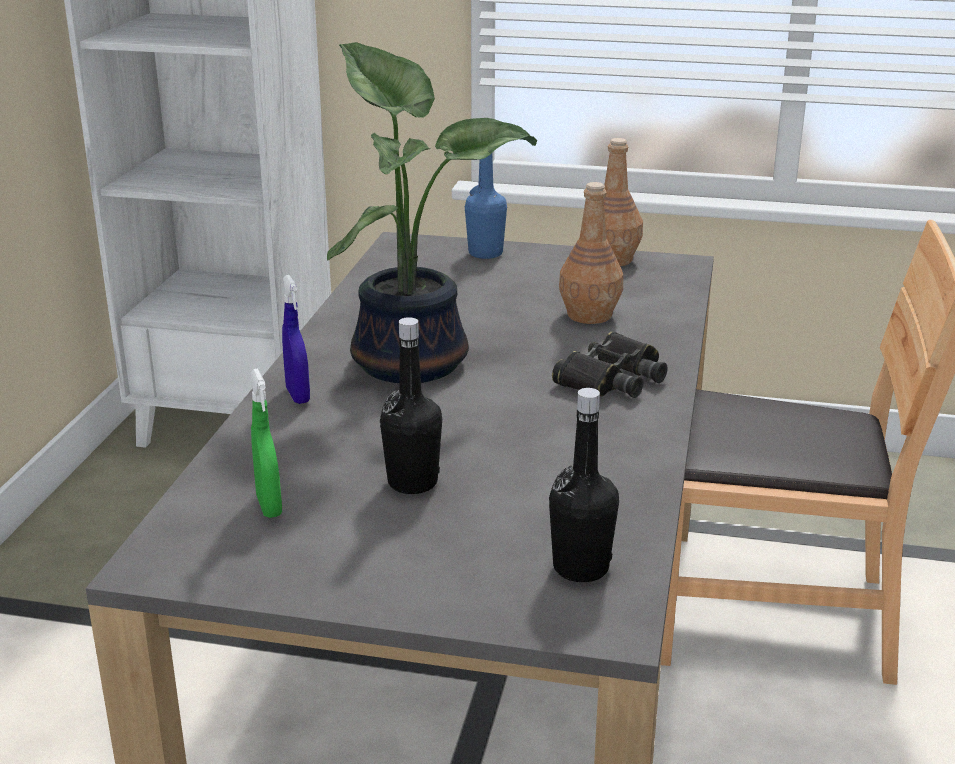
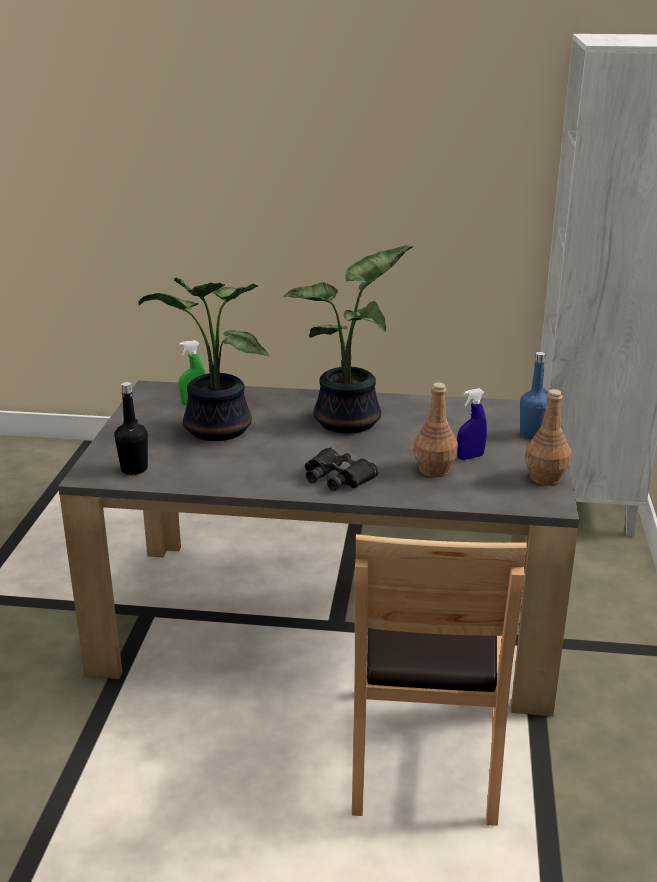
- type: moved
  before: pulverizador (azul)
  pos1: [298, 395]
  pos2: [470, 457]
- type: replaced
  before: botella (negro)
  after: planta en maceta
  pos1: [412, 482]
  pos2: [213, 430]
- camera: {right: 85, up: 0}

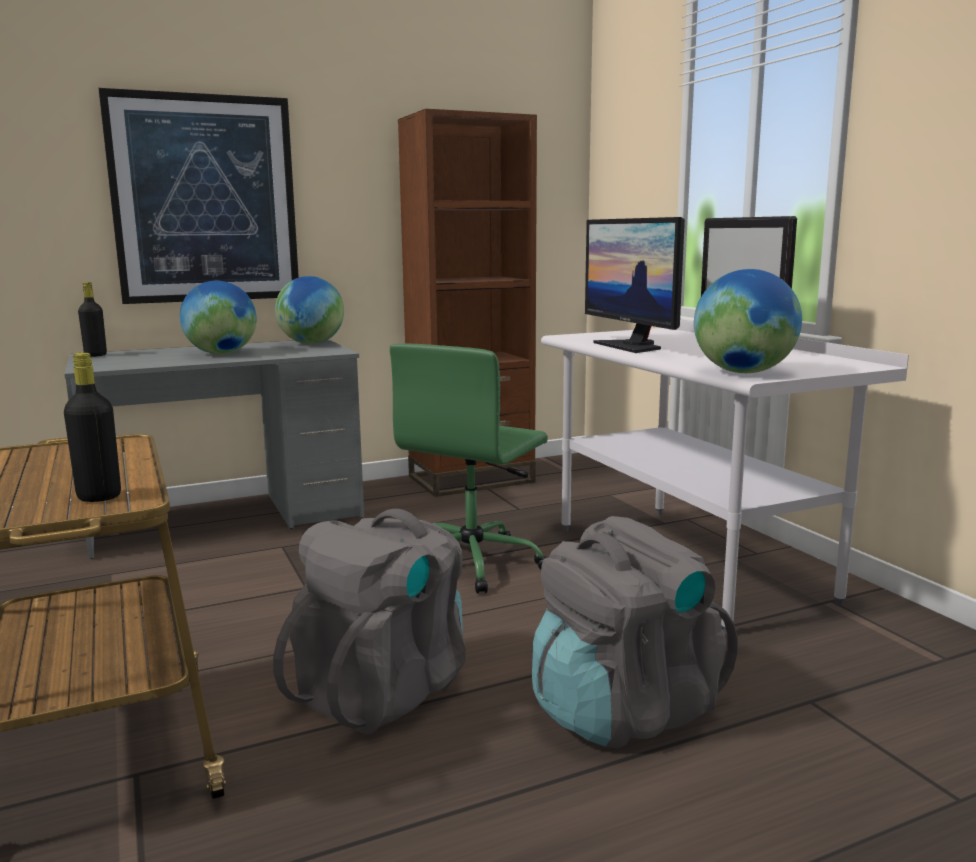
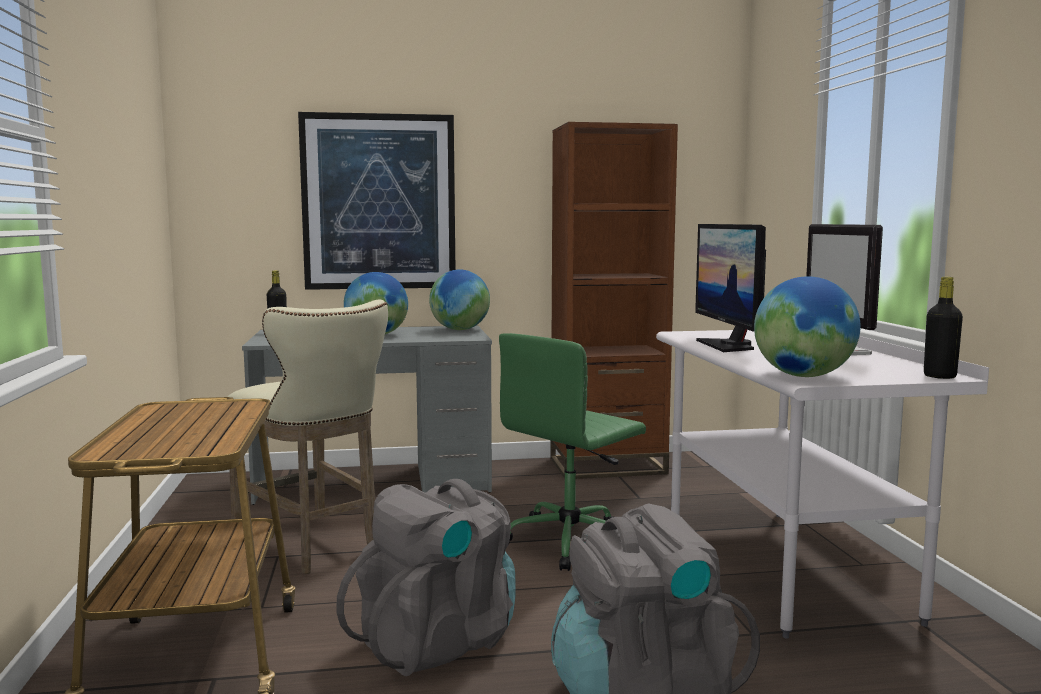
- type: moved
  before: botella (negro)
  pos1: [99, 497]
  pos2: [939, 376]
- type: added
  after: taburete (beis)
  pos2: [312, 545]
- camera: {right: 15, up: -5}

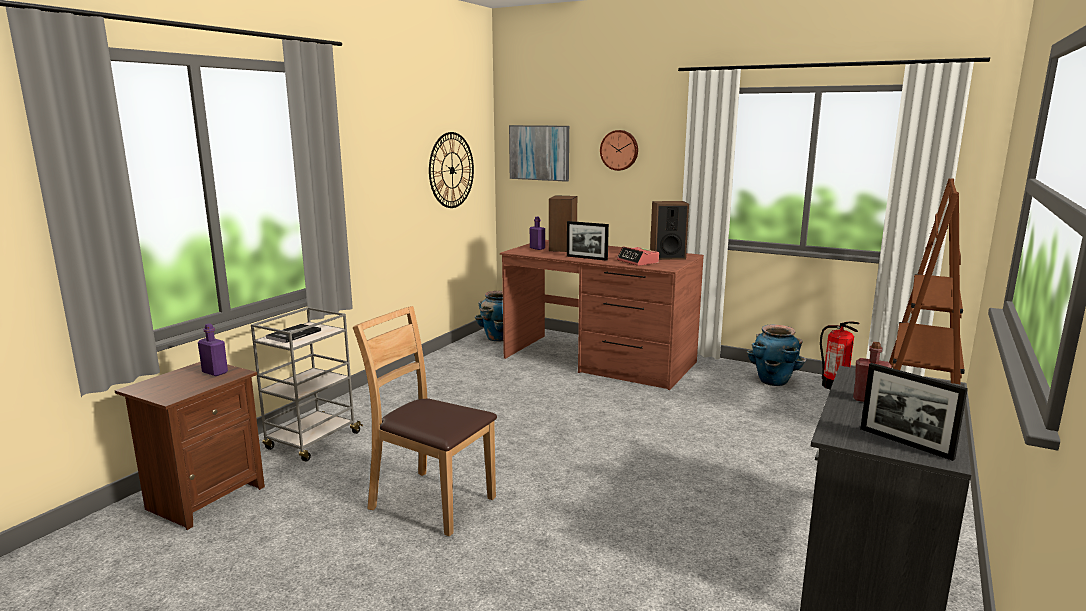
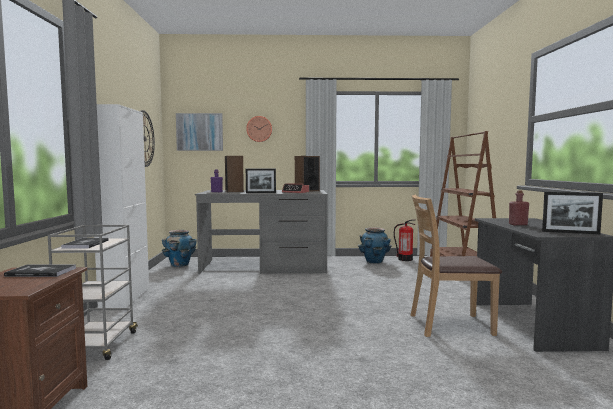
- type: recoloured
  before: escritorio (marrón)
  after: escritorio (gris)
  pos1: [599, 360]
  pos2: [265, 266]
- type: moved
  before: silla (marrón)
  pos1: [432, 502]
  pos2: [449, 325]
- type: replaced
  before: botella (morado)
  after: libro
  pos1: [215, 372]
  pos2: [41, 272]
- type: added
  after: armario (blanco)
  pos2: [125, 297]
- camera: {right: -30, up: -10}

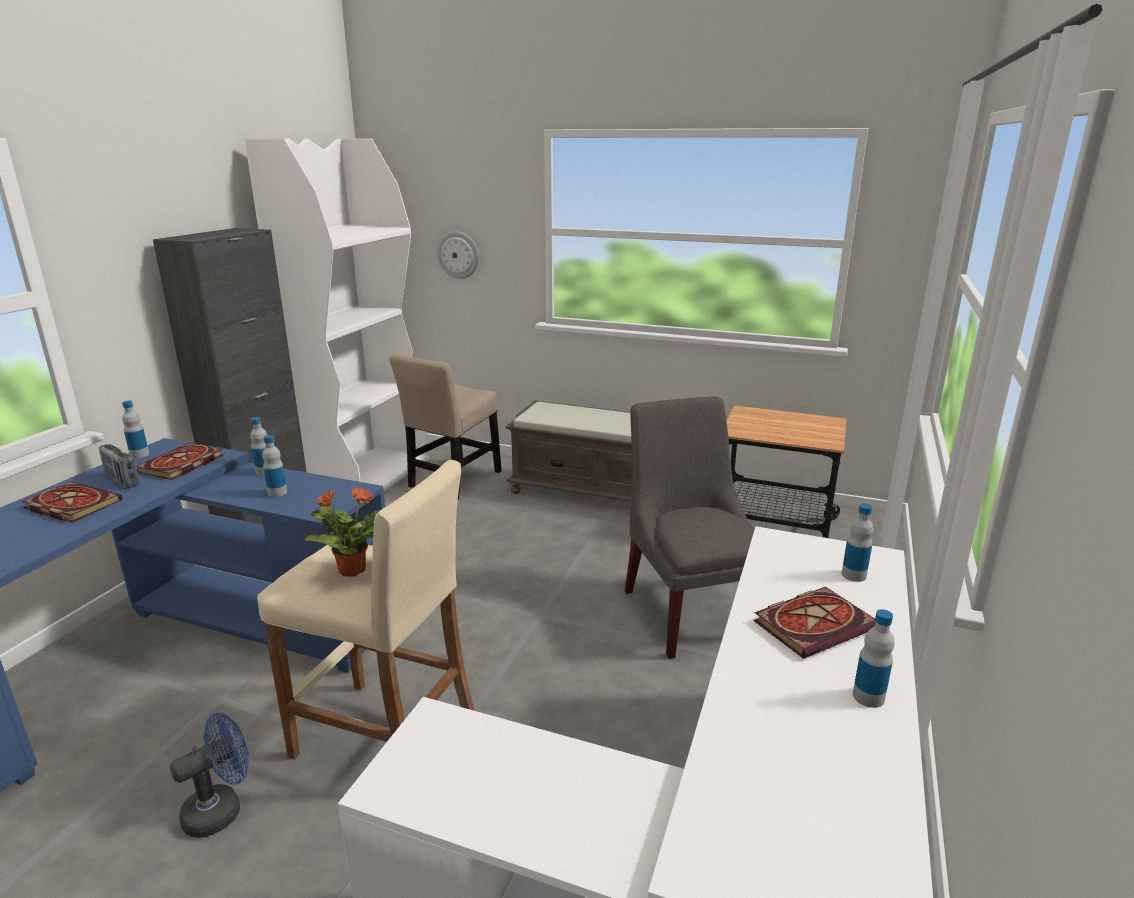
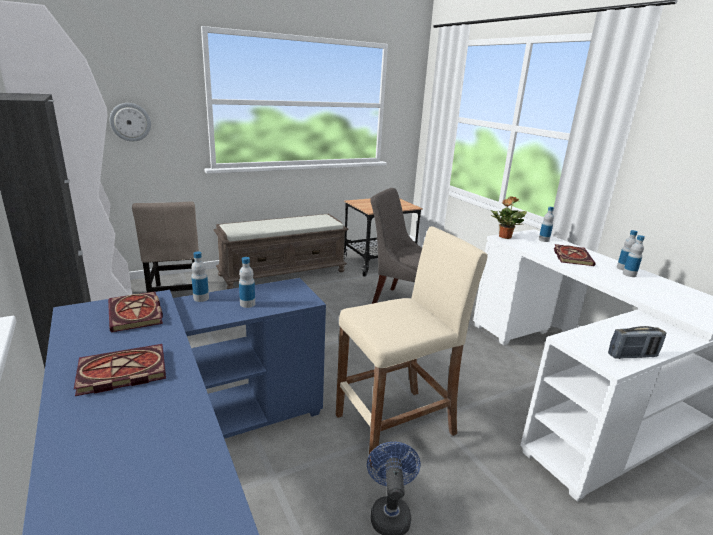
- type: moved
  before: botella
  pos1: [139, 455]
  pos2: [629, 274]
- type: moved
  before: radio
  pos1: [122, 480]
  pos2: [632, 355]
- type: moved
  before: planta en maceta
  pos1: [351, 570]
  pos2: [504, 237]
- camera: {right: -50, up: 0}

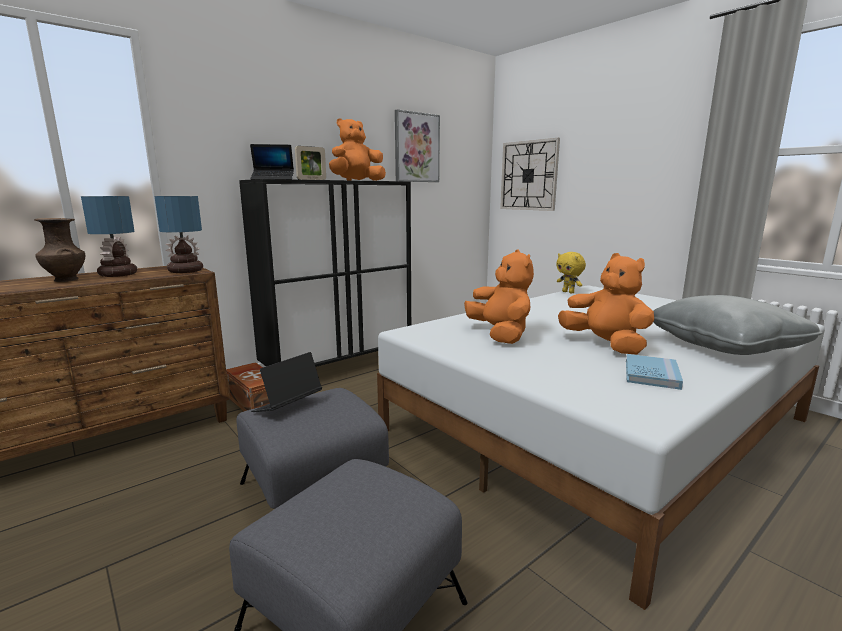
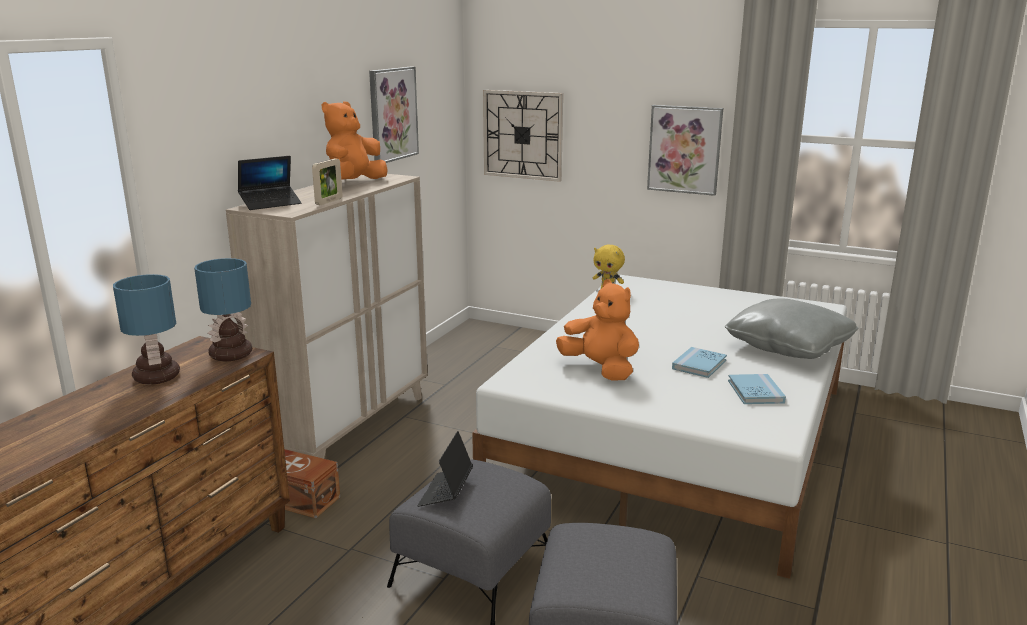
- type: recoloured
  before: armario (negro)
  after: armario (beis)
  pos1: [339, 368]
  pos2: [349, 427]
- type: removed
  before: florero (marrón)
  pos1: [65, 280]
- type: replaced
  before: peluche (naranja)
  after: libro (azul)
  pos1: [605, 345]
  pos2: [699, 364]
- type: added
  after: cuadro
  pos2: [684, 149]
- camera: {right: -25, up: 5}

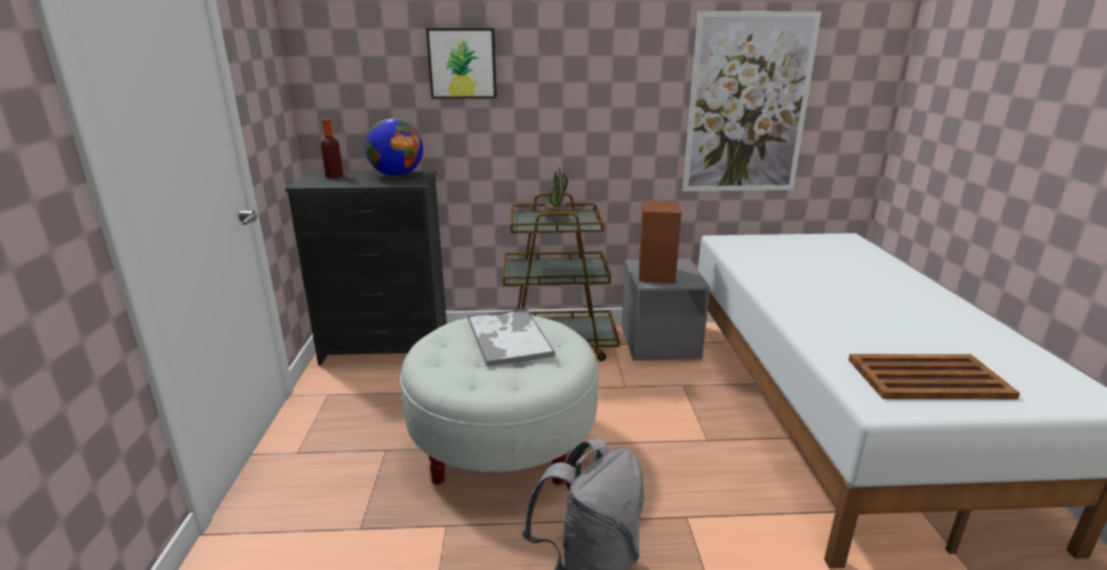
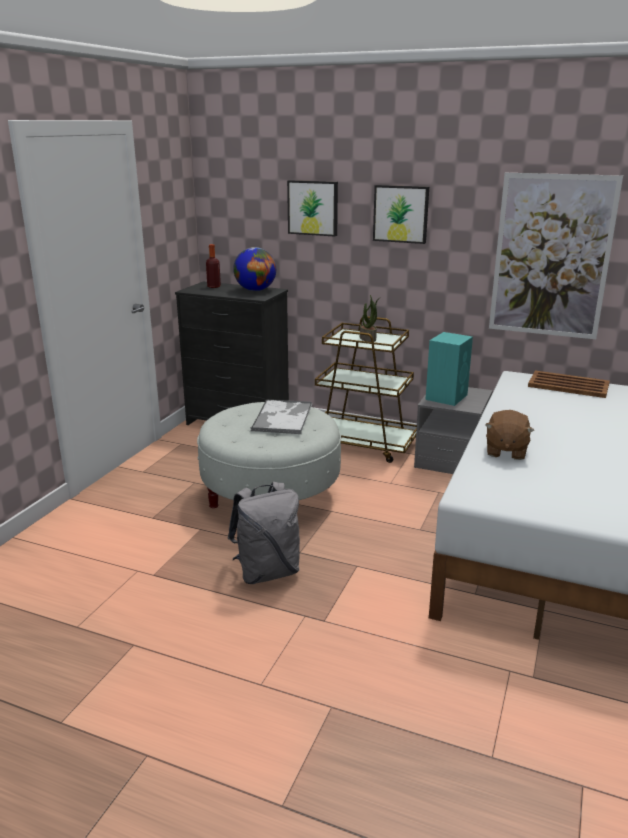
- type: recoloured
  before: altavoz (marrón)
  after: altavoz (turquesa)
  pos1: [656, 274]
  pos2: [447, 397]
- type: moved
  before: bandeja (marrón)
  pos1: [926, 378]
  pos2: [567, 385]
- type: added
  after: cuadro
  pos2: [401, 214]
- type: added
  after: peluche (marrón)
  pos2: [505, 451]
- camera: {right: 25, up: 0}

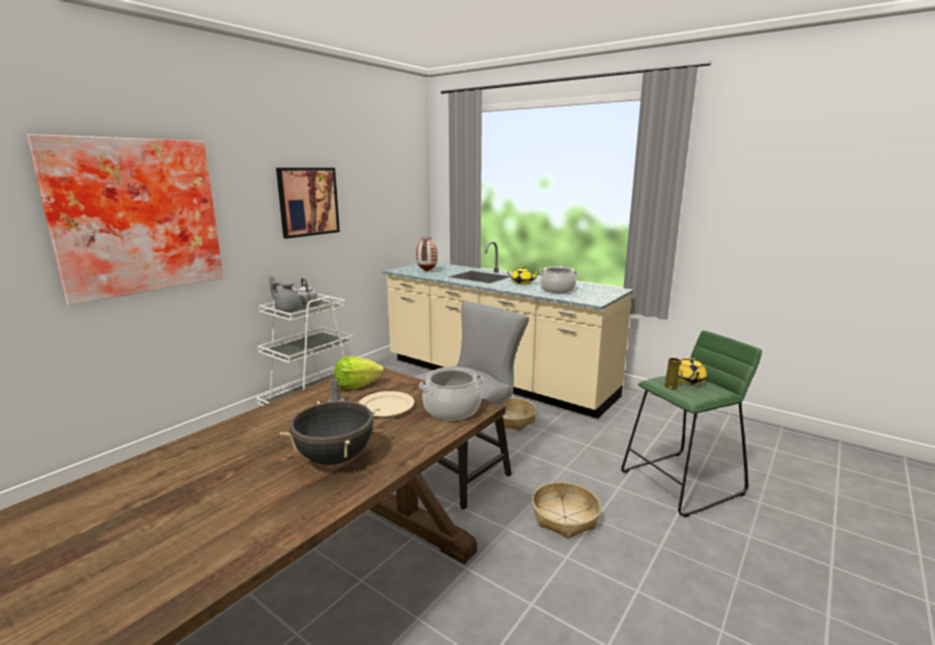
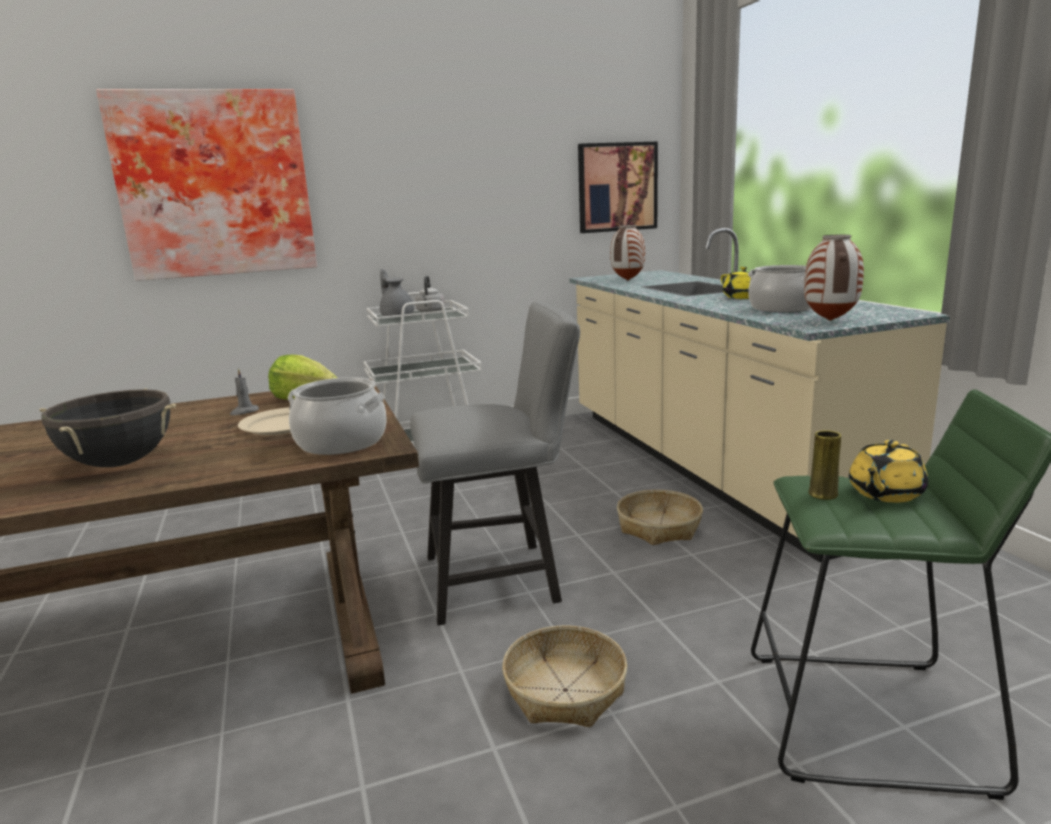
- type: moved
  before: cuadro
  pos1: [308, 201]
  pos2: [617, 187]
- type: added
  after: florero
  pos2: [831, 320]
- camera: {right: 35, up: 0}

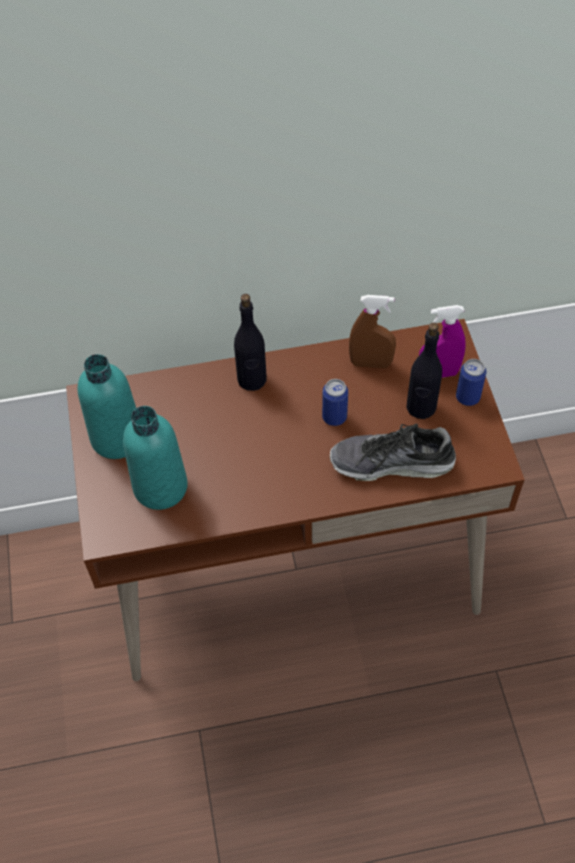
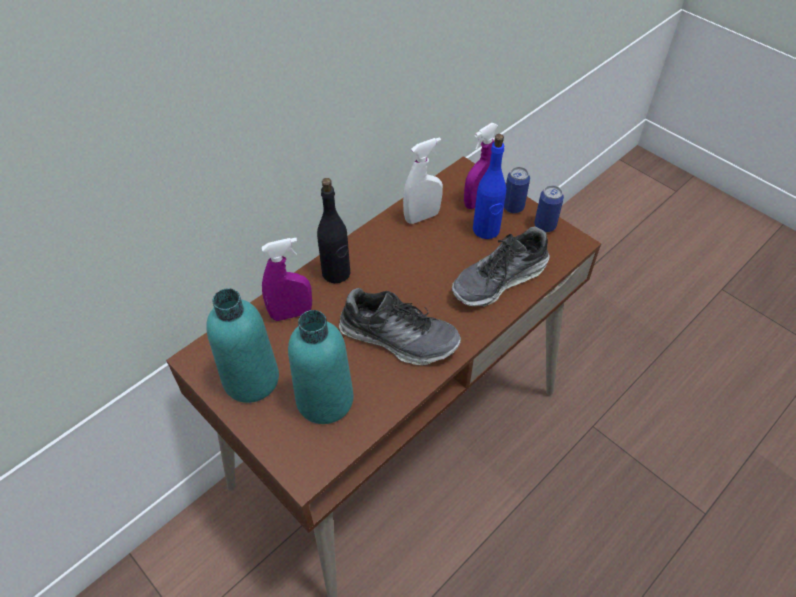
- type: recoloured
  before: pulverizador (marrón)
  after: pulverizador (blanco)
  pos1: [370, 363]
  pos2: [422, 217]
- type: recoloured
  before: botella (negro)
  after: botella (azul)
  pos1: [421, 407]
  pos2: [486, 230]
- type: moved
  before: lata
  pos1: [334, 417]
  pos2: [545, 225]
- type: added
  after: pulverizador (morado)
  pos2: [291, 313]
- type: added
  after: zapato
  pos2: [398, 337]
- camera: {right: -35, up: -5}

